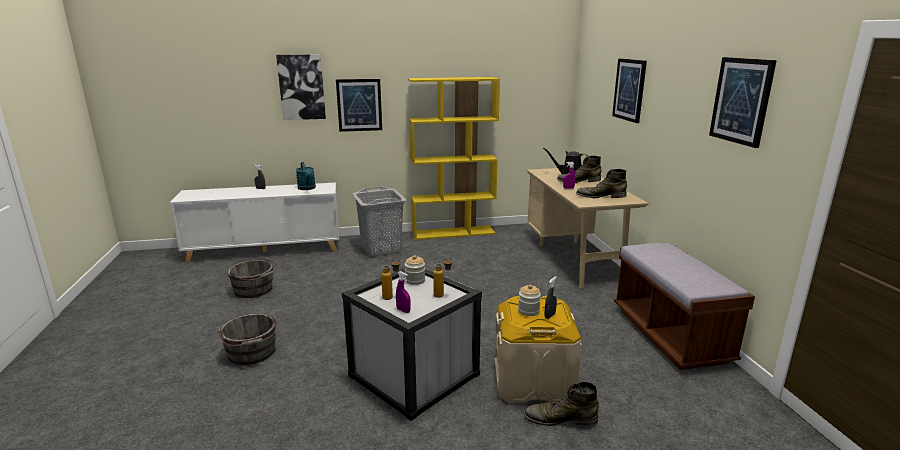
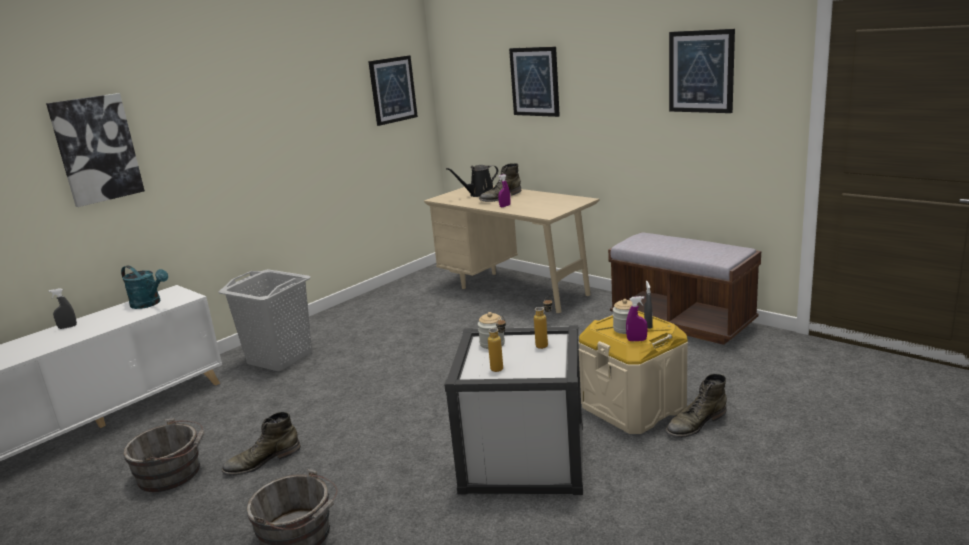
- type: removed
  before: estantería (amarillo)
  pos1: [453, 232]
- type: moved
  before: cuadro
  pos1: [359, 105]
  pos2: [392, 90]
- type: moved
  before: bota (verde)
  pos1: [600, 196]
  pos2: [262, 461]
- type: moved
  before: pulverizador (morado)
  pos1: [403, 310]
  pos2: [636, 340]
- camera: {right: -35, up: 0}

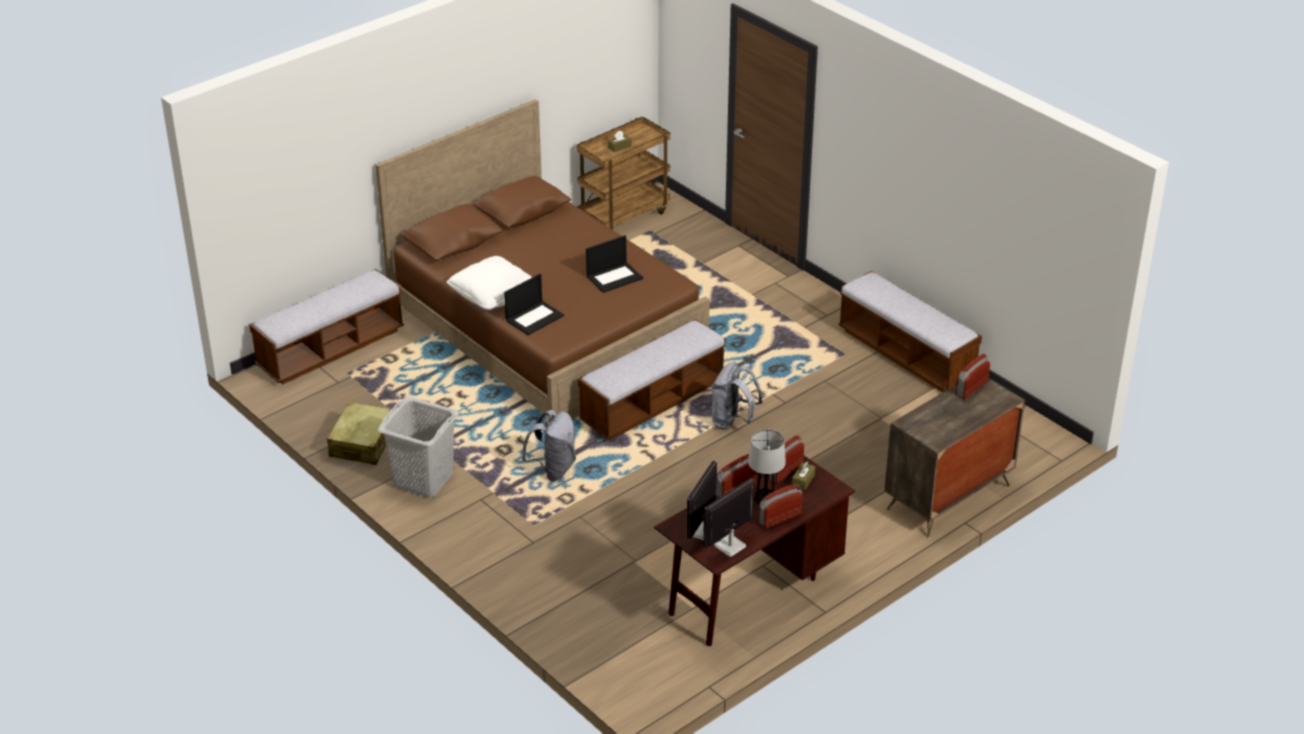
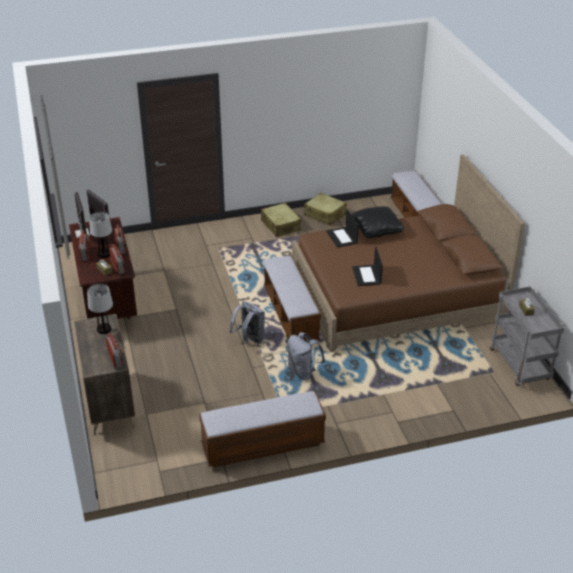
- type: recoloured
  before: carrito (marrón)
  after: carrito (gris)
  pos1: [624, 216]
  pos2: [520, 366]
- type: recoloured
  before: cojín (blanco)
  after: cojín (negro)
  pos1: [492, 294]
  pos2: [376, 229]
- type: replaced
  before: cesto de la ropa (gris)
  after: maleta (beis)
  pos1: [423, 480]
  pos2: [280, 225]
- type: moved
  before: mochila (gris)
  pos1: [553, 469]
  pos2: [303, 371]
- type: added
  after: lámpara de mesa
  pos2: [104, 329]
- camera: {right: 115, up: 0}

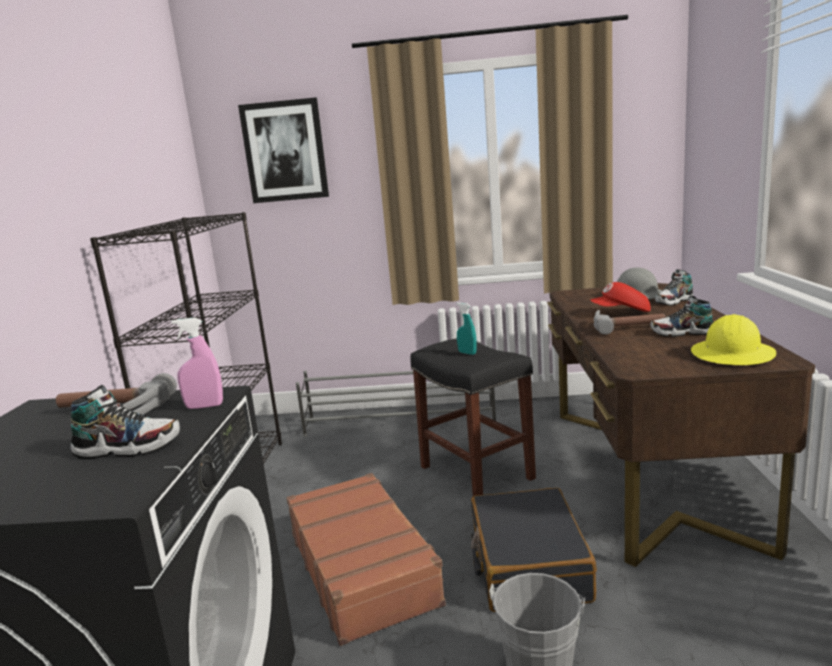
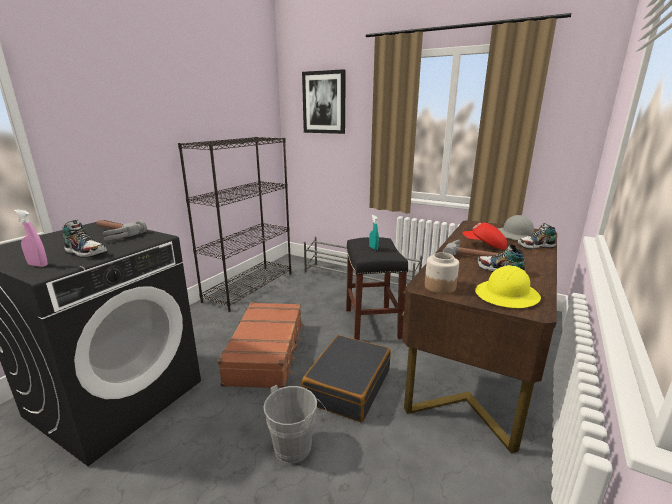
- type: moved
  before: pulverizador (rosa)
  pos1: [204, 406]
  pos2: [38, 265]
- type: added
  after: tarro
  pos2: [439, 287]
- camera: {right: 25, up: 5}

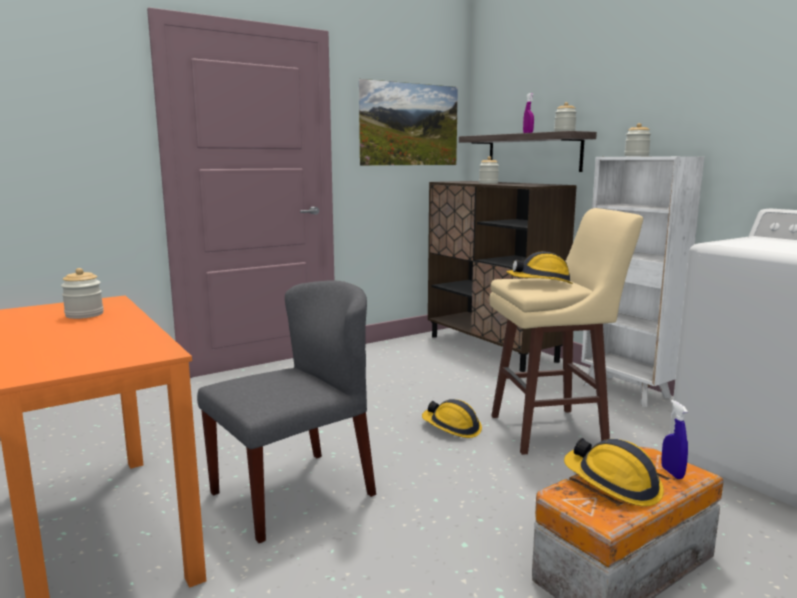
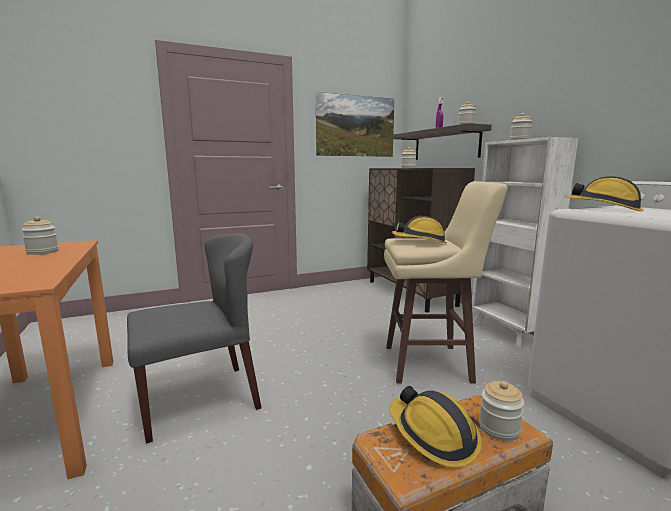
- type: moved
  before: casco
  pos1: [452, 428]
  pos2: [603, 208]
- type: replaced
  before: pulverizador (azul)
  after: tarro
  pos1: [672, 473]
  pos2: [499, 428]
- camera: {right: 10, up: 0}

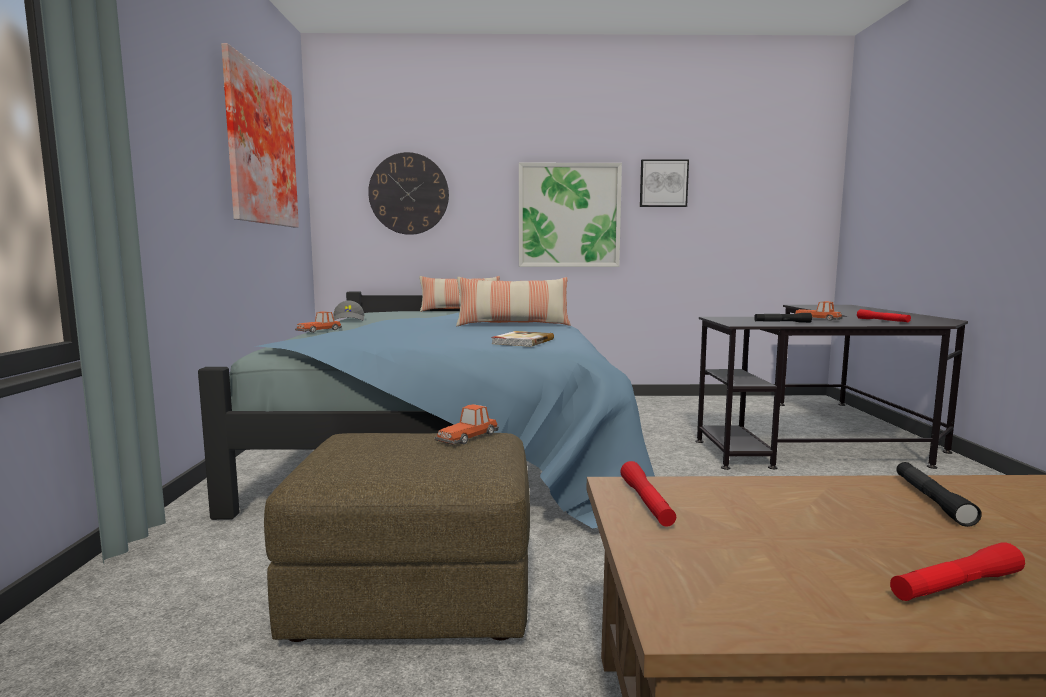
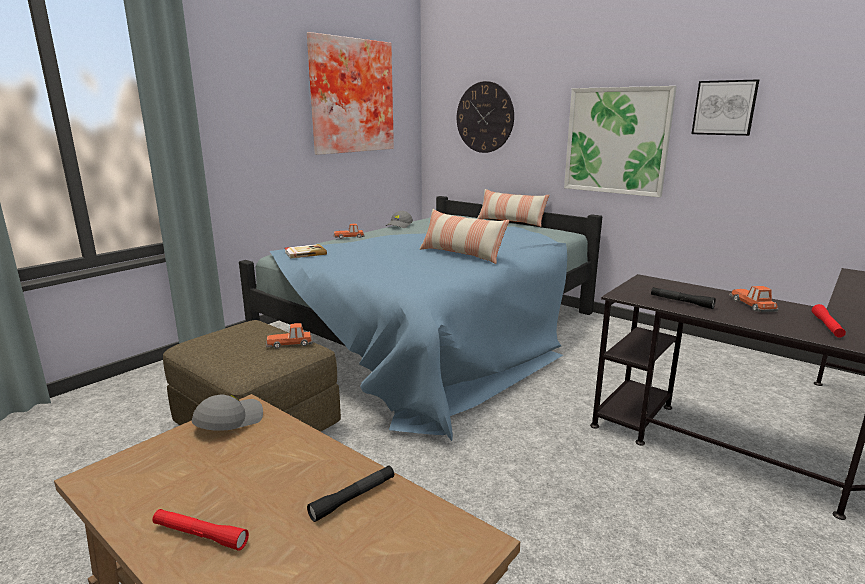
- type: moved
  before: libro
  pos1: [522, 341]
  pos2: [305, 253]
- type: replaced
  before: linterna (rojo)
  after: gorra (gris)
  pos1: [646, 502]
  pos2: [228, 421]
- camera: {right: 40, up: 10}

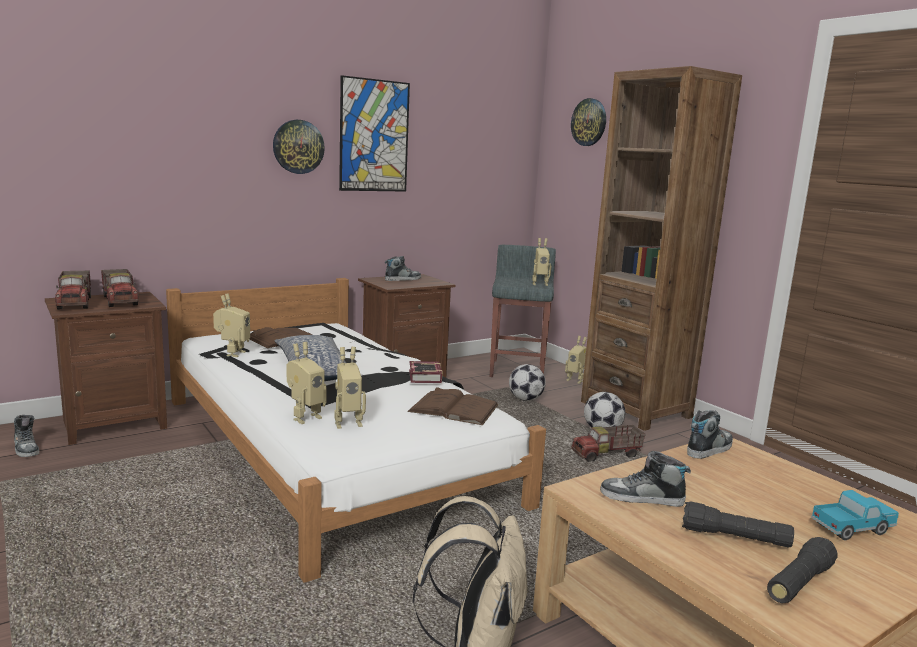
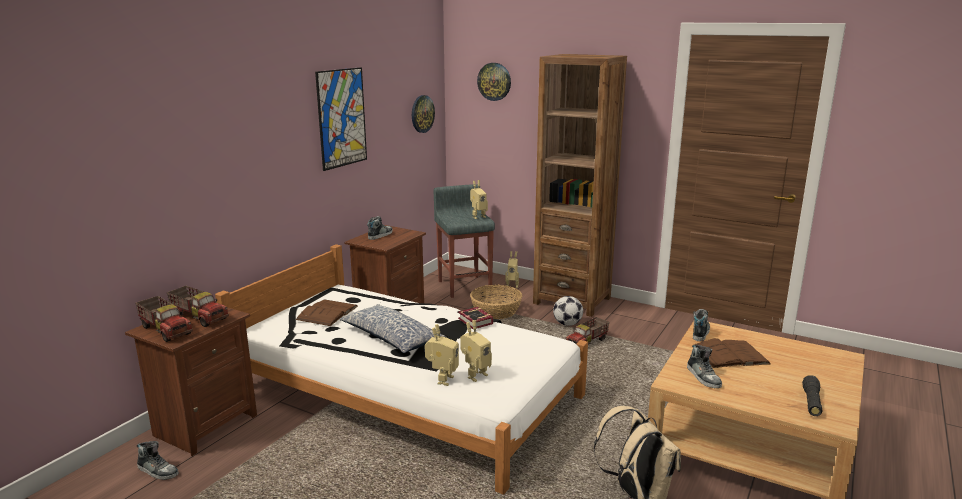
- type: moved
  before: reloj de pared
  pos1: [298, 147]
  pos2: [422, 114]
- type: removed
  before: robot de juguete
  pos1: [232, 353]
- type: replaced
  before: balón de fútbol
  after: cesta
  pos1: [525, 399]
  pos2: [495, 311]
- type: moved
  before: libro (marrón)
  pos1: [454, 408]
  pos2: [730, 355]
- type: turned
  before: zapato
  pos1: [642, 498]
  pos2: [703, 377]
  turn: -90
- type: removed
  before: camión de juguete
  pos1: [852, 528]
- type: removed
  before: linterna (negro)
  pos1: [734, 537]
- camera: {right: -25, up: 5}

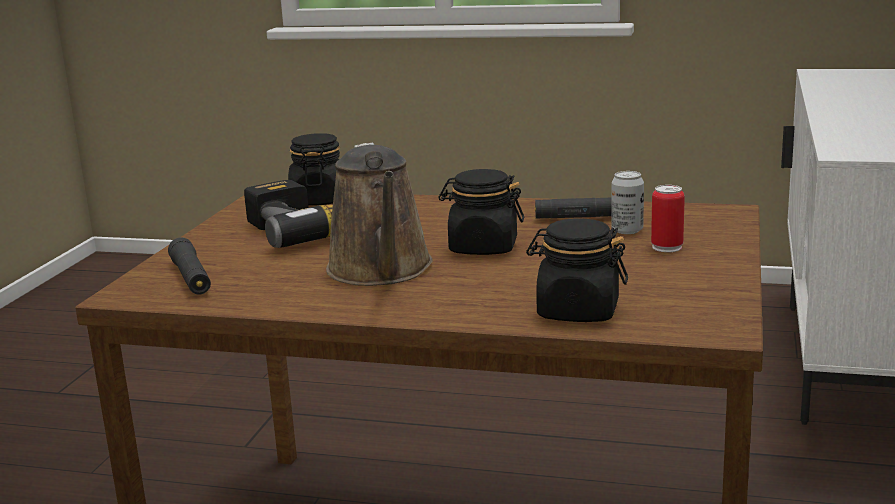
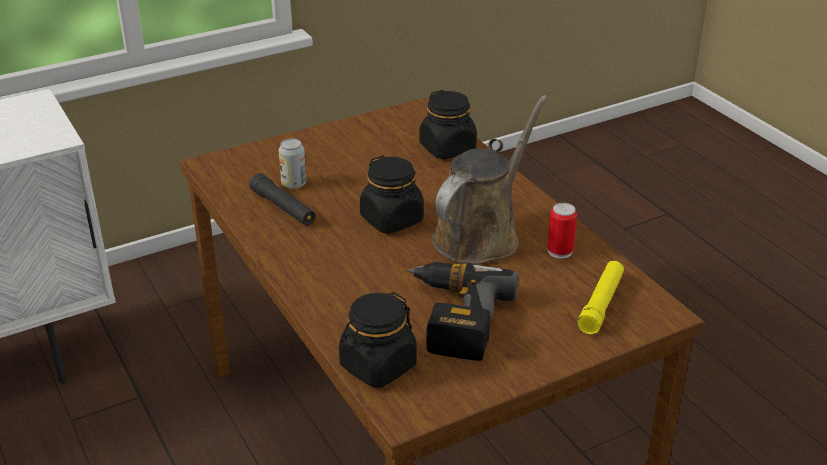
- type: moved
  before: lata
  pos1: [667, 247]
  pos2: [560, 251]
- type: recoloured
  before: linterna (negro)
  after: linterna (amarillo)
  pos1: [191, 278]
  pos2: [601, 304]
- camera: {right: -135, up: 15}

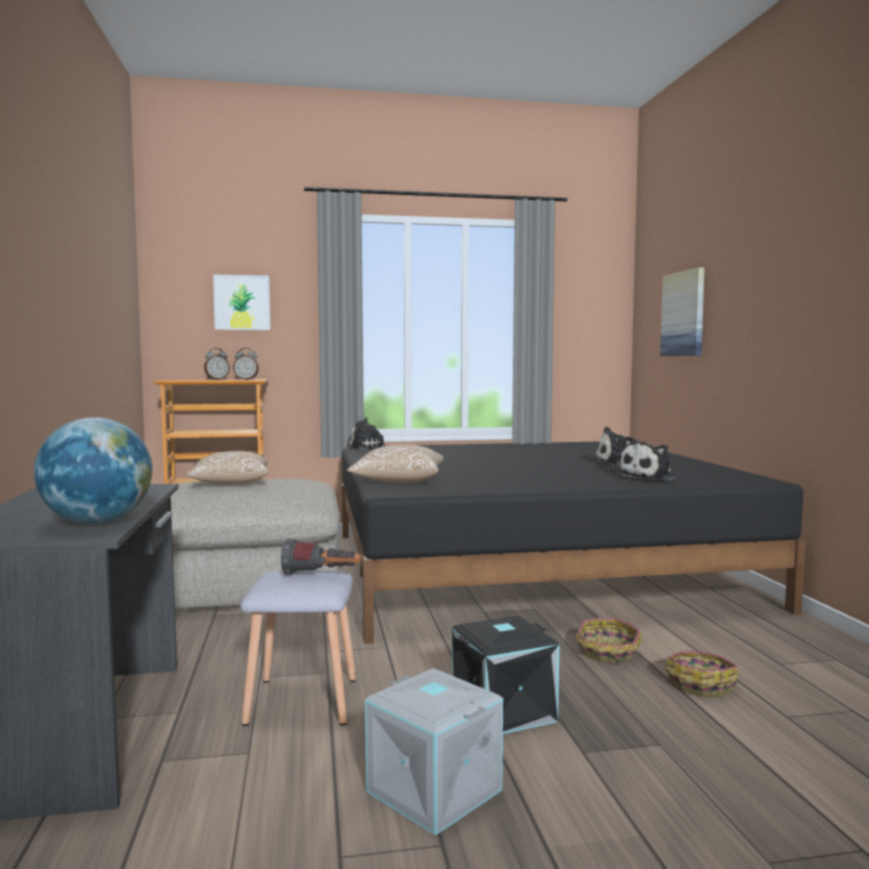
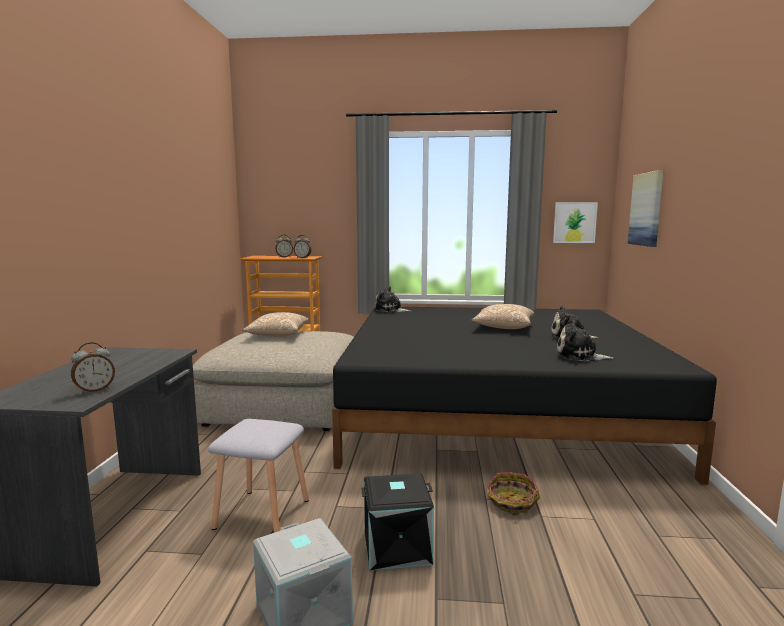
- type: moved
  before: cuadro
  pos1: [242, 302]
  pos2: [574, 222]
- type: replaced
  before: globo terráqueo
  after: despertador
  pos1: [97, 523]
  pos2: [95, 390]
- type: turned
  before: peluche
  pos1: [649, 478]
  pos2: [579, 356]
  turn: 45
- type: moved
  before: cojín
  pos1: [398, 481]
  pos2: [503, 327]
- type: removed
  before: linterna
  pos1: [322, 575]
- type: removed
  before: cesta
  pos1: [700, 684]
- camera: {right: 15, up: 5}

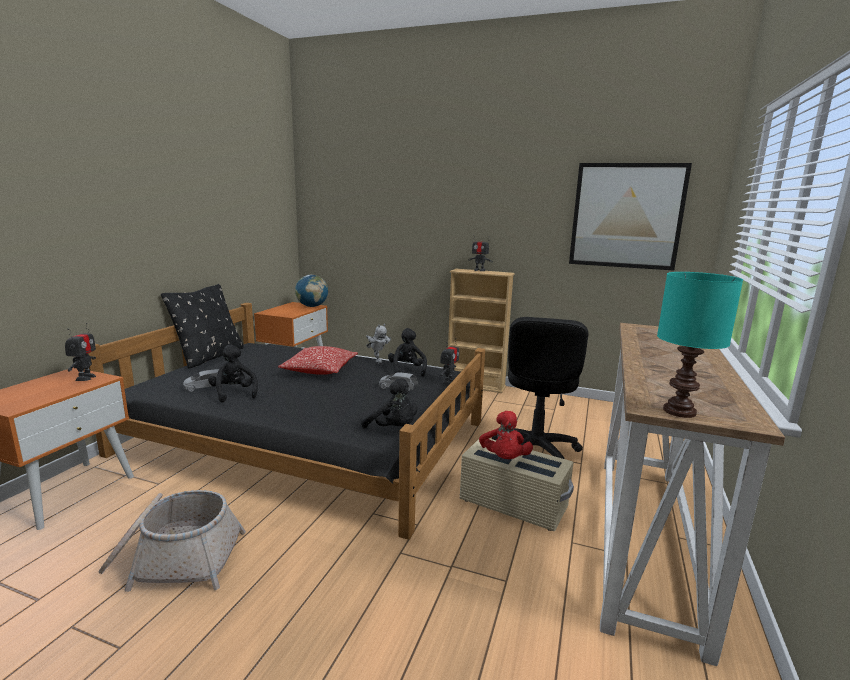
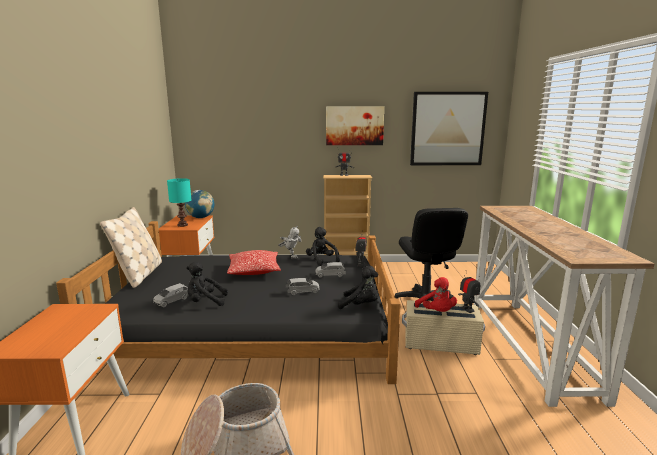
- type: moved
  before: lámpara de mesa (turquesa)
  pos1: [679, 411]
  pos2: [183, 225]
- type: recoloured
  before: cojín (negro)
  after: cojín (beis)
  pos1: [210, 357]
  pos2: [140, 275]
- type: moved
  before: robot de juguete
  pos1: [85, 378]
  pos2: [467, 309]
- type: turned
  before: peluche (negro)
  pos1: [234, 393]
  pos2: [205, 302]
  turn: -45
- type: added
  after: cuadro
  pos2: [354, 125]
- type: added
  after: coche de juguete (gris)
  pos2: [302, 291]
- camera: {right: -20, up: 0}

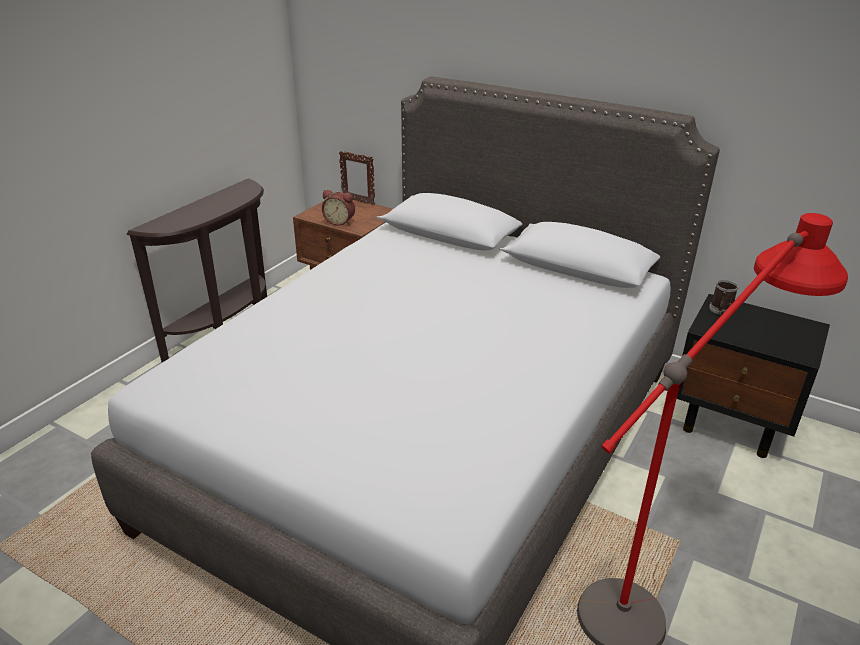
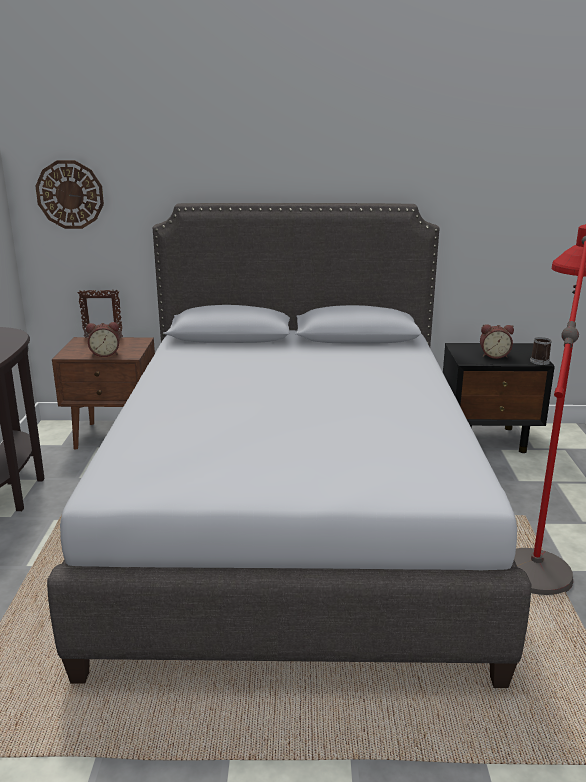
- type: moved
  before: taza grande
  pos1: [720, 310]
  pos2: [540, 362]
- type: added
  after: reloj de pared
  pos2: [70, 194]
- type: added
  after: despertador
  pos2: [494, 355]
- camera: {right: -30, up: -10}

